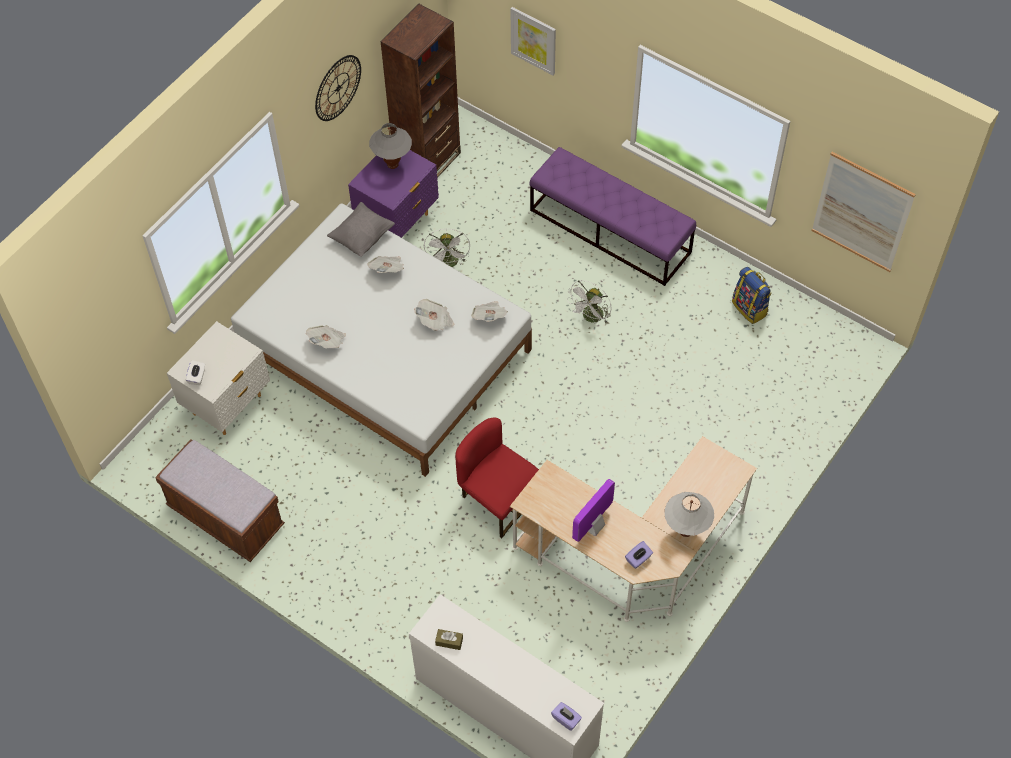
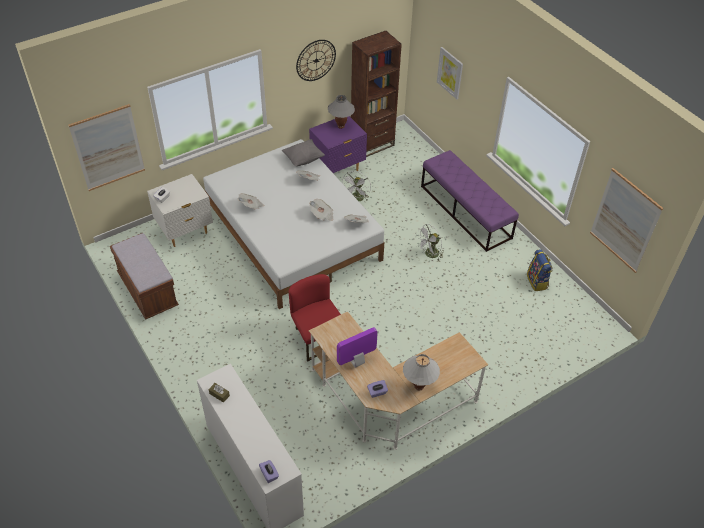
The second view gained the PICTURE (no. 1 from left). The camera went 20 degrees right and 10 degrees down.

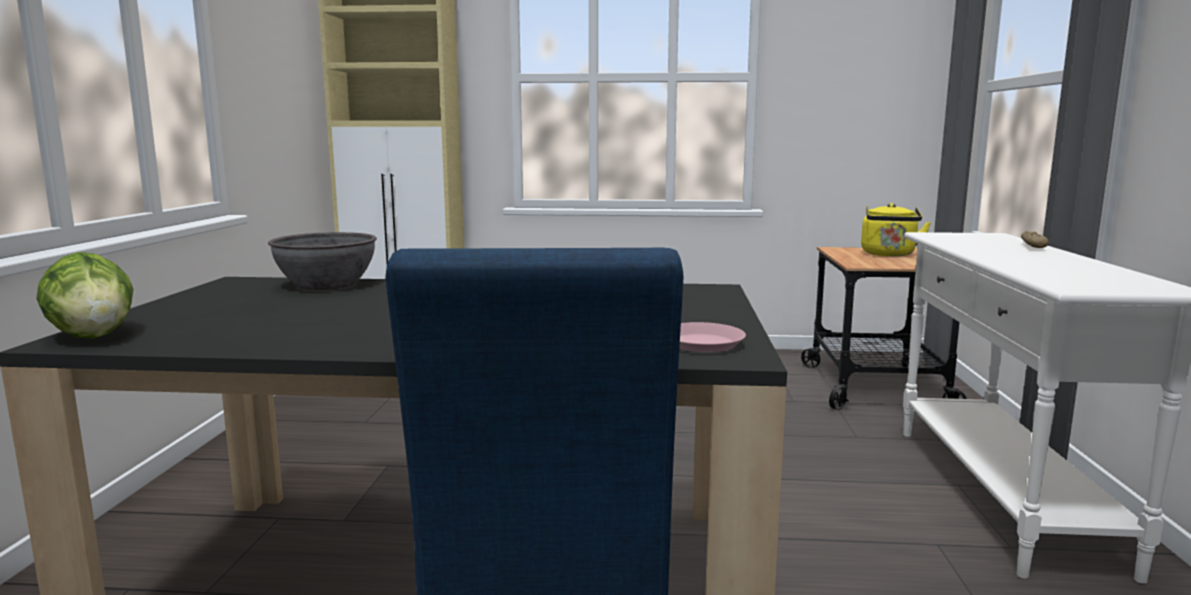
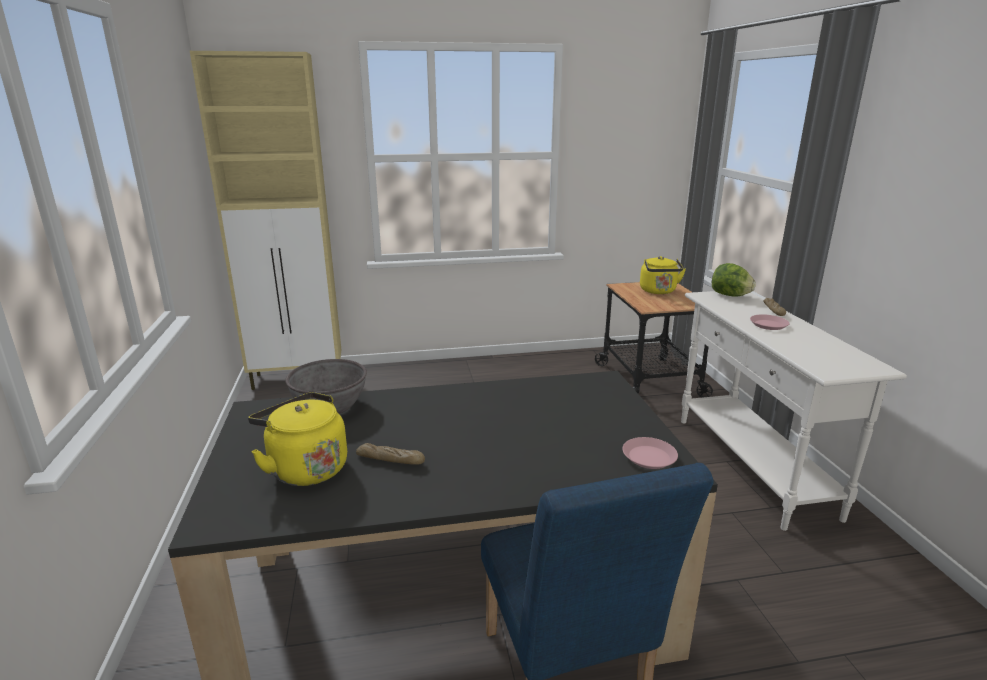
The second view gained the YELLOWISH TEA KETTLE (no. 1 from left). The second view gained the BAKERY BREAD (no. 1 from left). The HEAD OF LETTUCE ended up elsewhere. The second view gained the PINK PLATE (no. 2 from left). The camera went 15 degrees left and 10 degrees up.

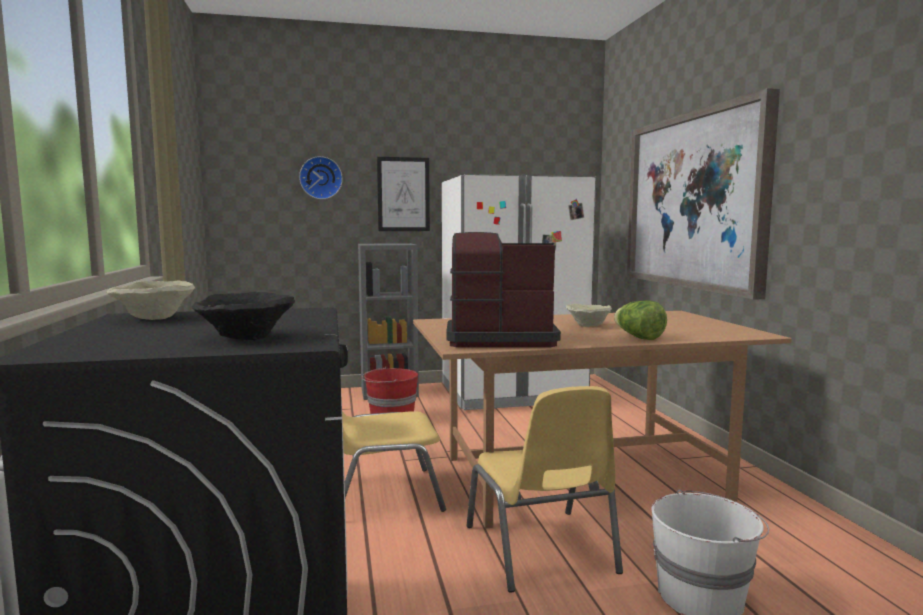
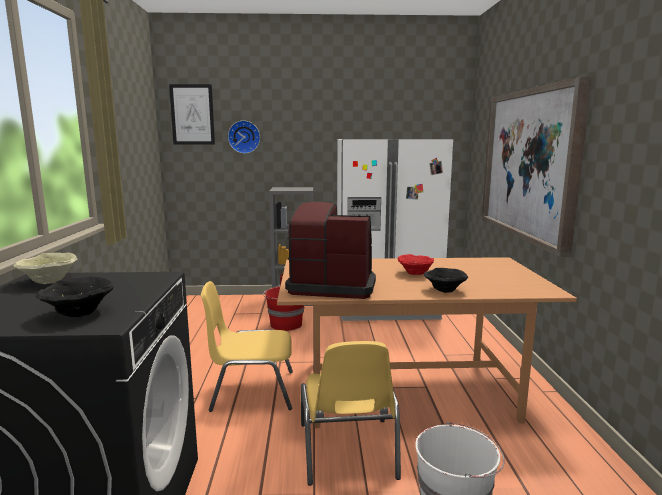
The PICTURE (no. 1 from left) ended up elsewhere. What was the BEIGE-COLOURED BOWL (no. 2 from left) turned into the RED-COLOURED BOWL. Where the HEAD OF LETTUCE stood, the BLACK BOWL (no. 2 from left) came to stand. The camera went 10 degrees right and 5 degrees up.

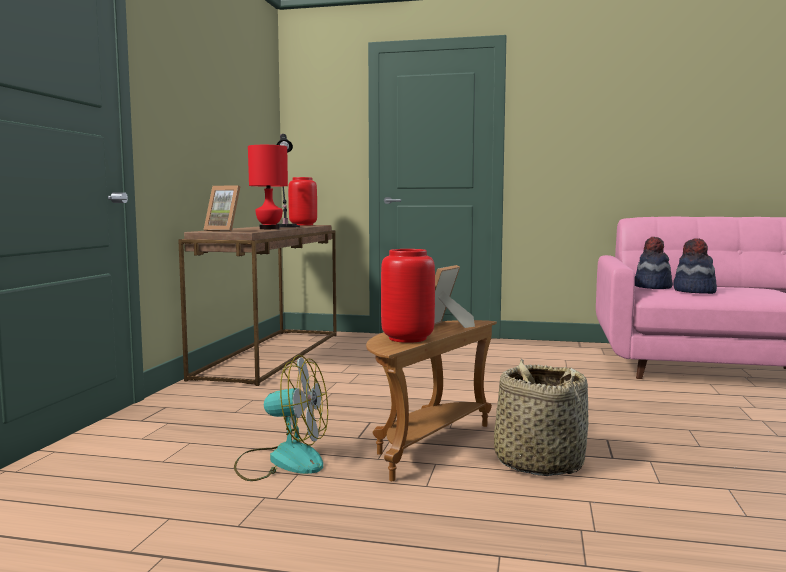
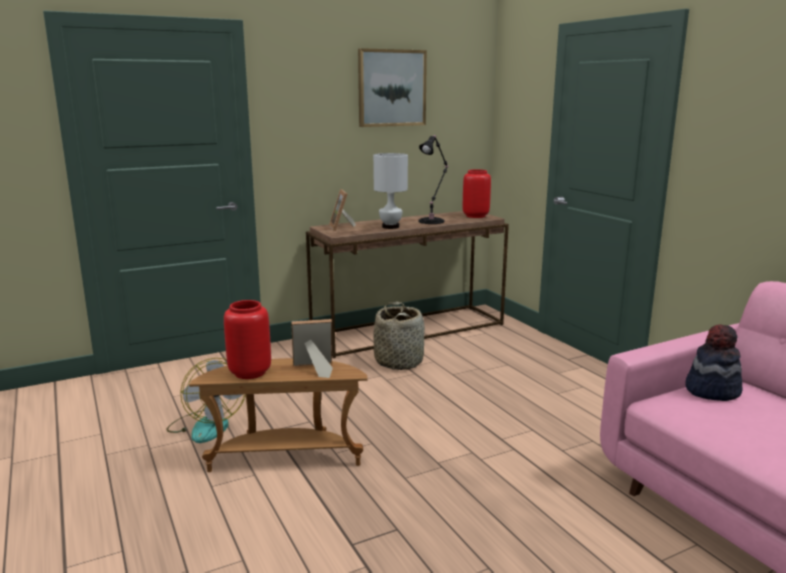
The second view gained the PICTURE. What was the RED-COLOURED TABLETOP LAMP turned into the WHITISH TABLETOP LAMP. The STORAGE BASKET ended up elsewhere. The second view lost the WEARABLE HAT (no. 2 from left). The camera went 50 degrees right and 10 degrees up.

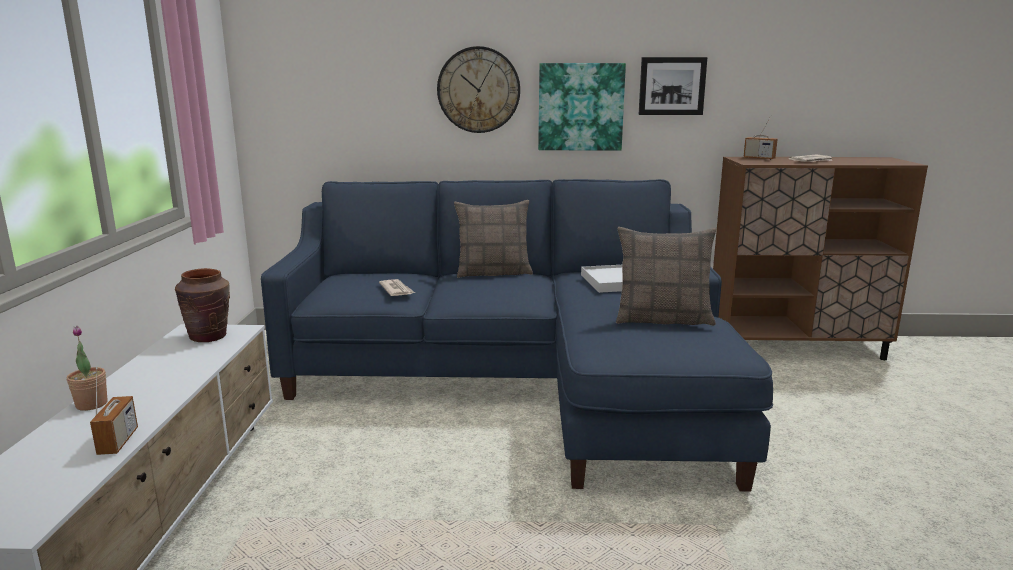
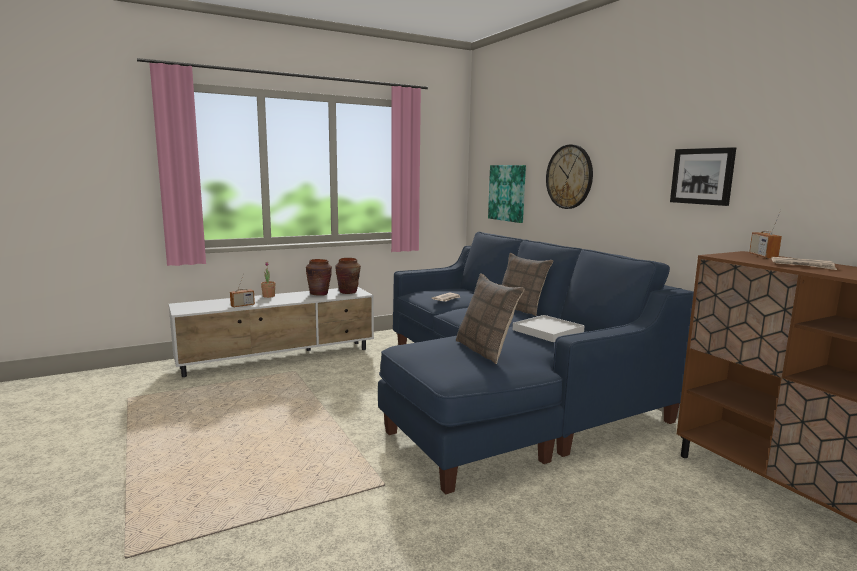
The second view gained the BROWNISH DECORATIVE VASE (no. 1 from left). The PICTURE (no. 1 from left) ended up elsewhere. The camera went 60 degrees right and 5 degrees down.

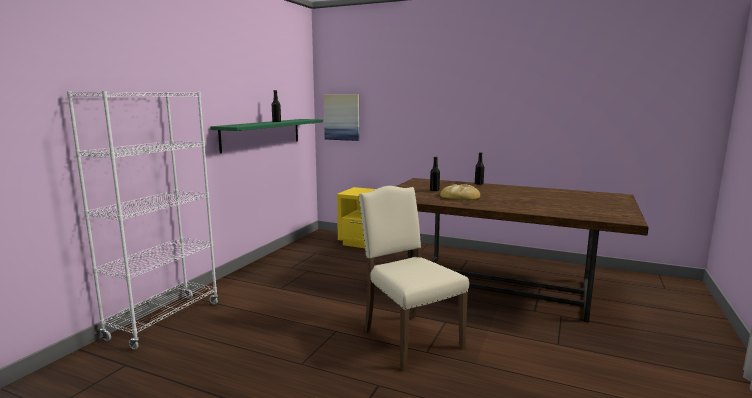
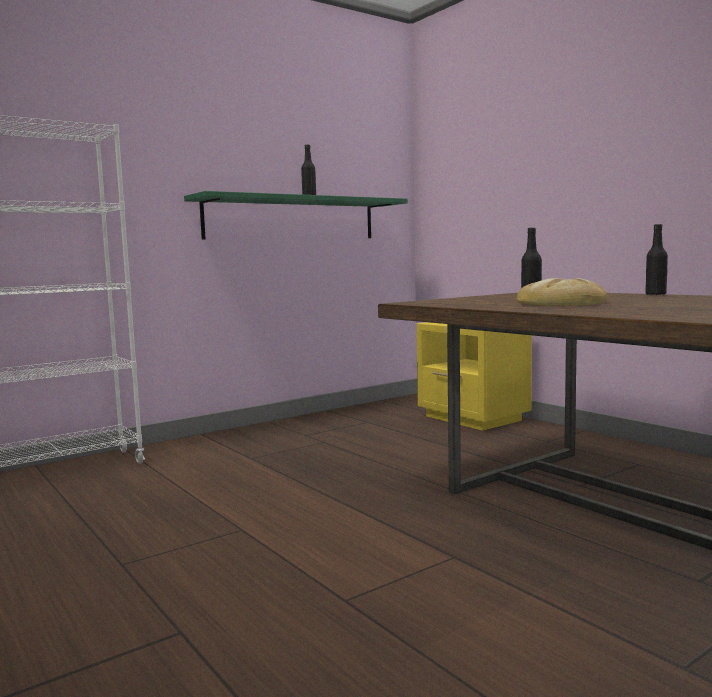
The second view lost the PICTURE. The second view lost the BEIGE-COLOURED PLAIN CHAIR. The camera went 30 degrees right and 5 degrees down.

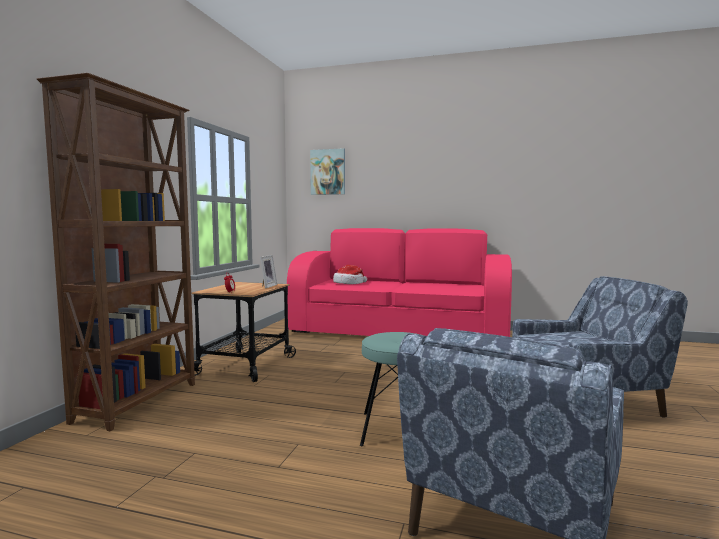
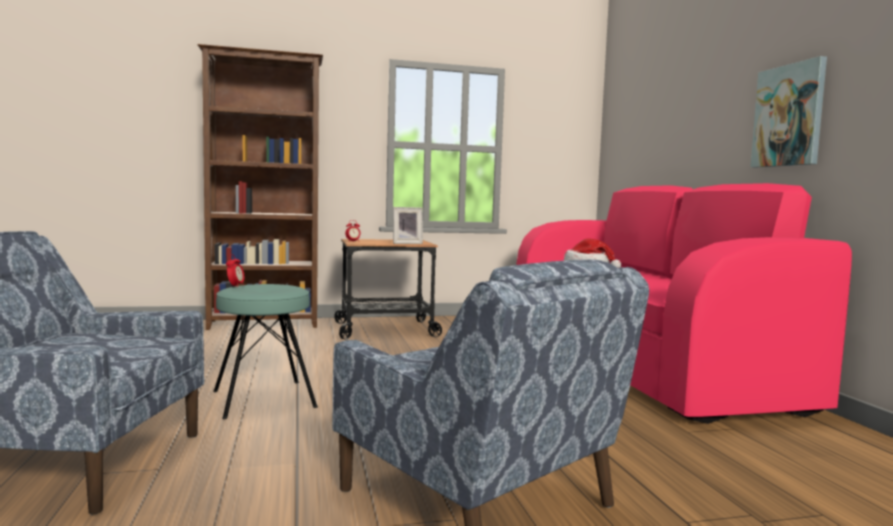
The second view gained the ALARM CLOCK (no. 1 from left). The PICTURE ended up elsewhere. The camera went 60 degrees right and 0 degrees up.

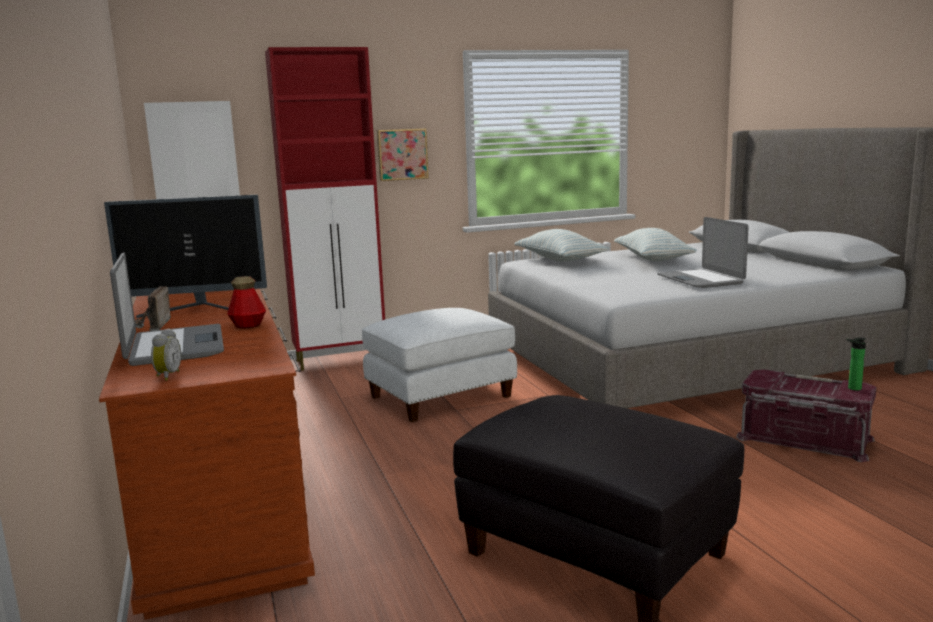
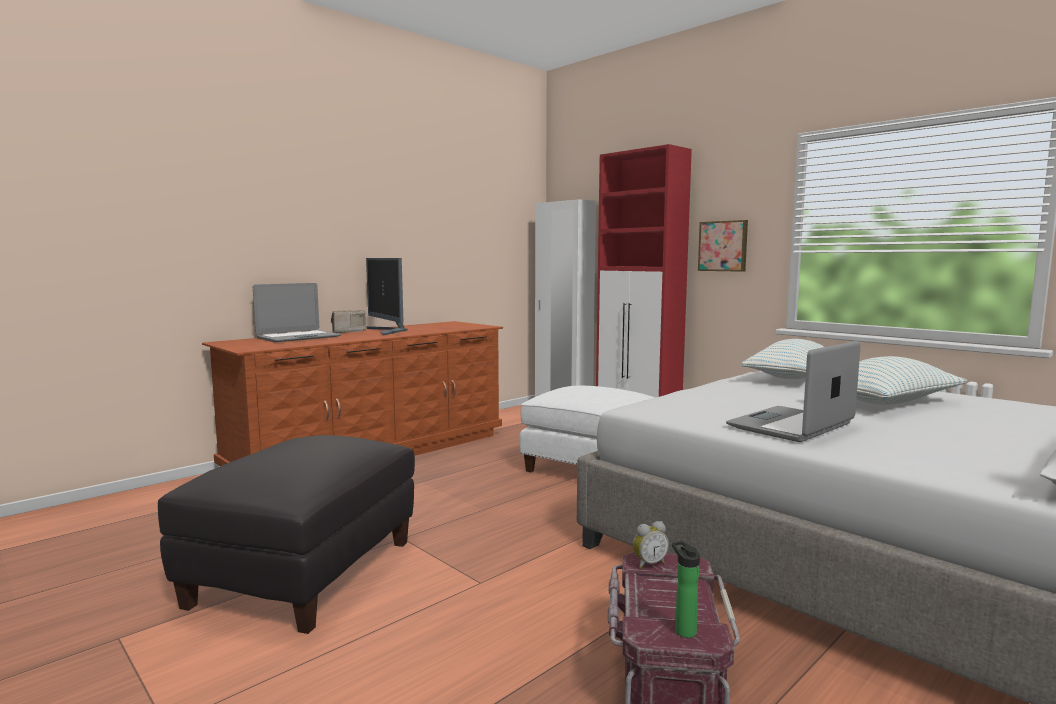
The ALARM CLOCK ended up elsewhere. The second view lost the DRINK BOTTLE (no. 1 from left). The camera went 65 degrees right and 5 degrees down.

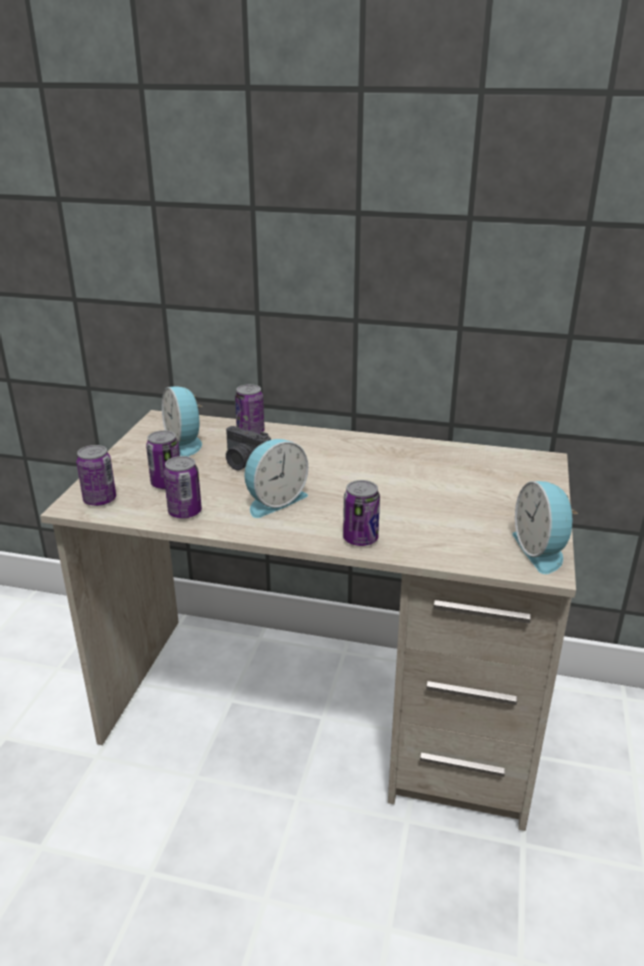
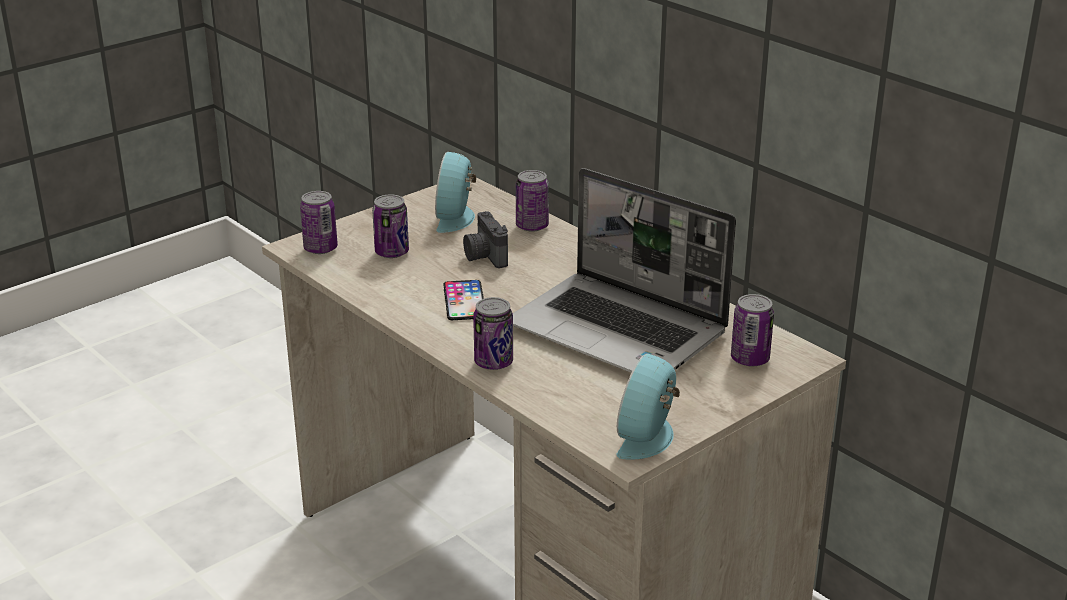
Where the ALARM CLOCK (no. 2 from left) stood, the TELEPHONE came to stand. The second view gained the LAPTOP. The METAL CAN (no. 3 from left in the first image) ended up elsewhere. The camera went 35 degrees right and 0 degrees up.

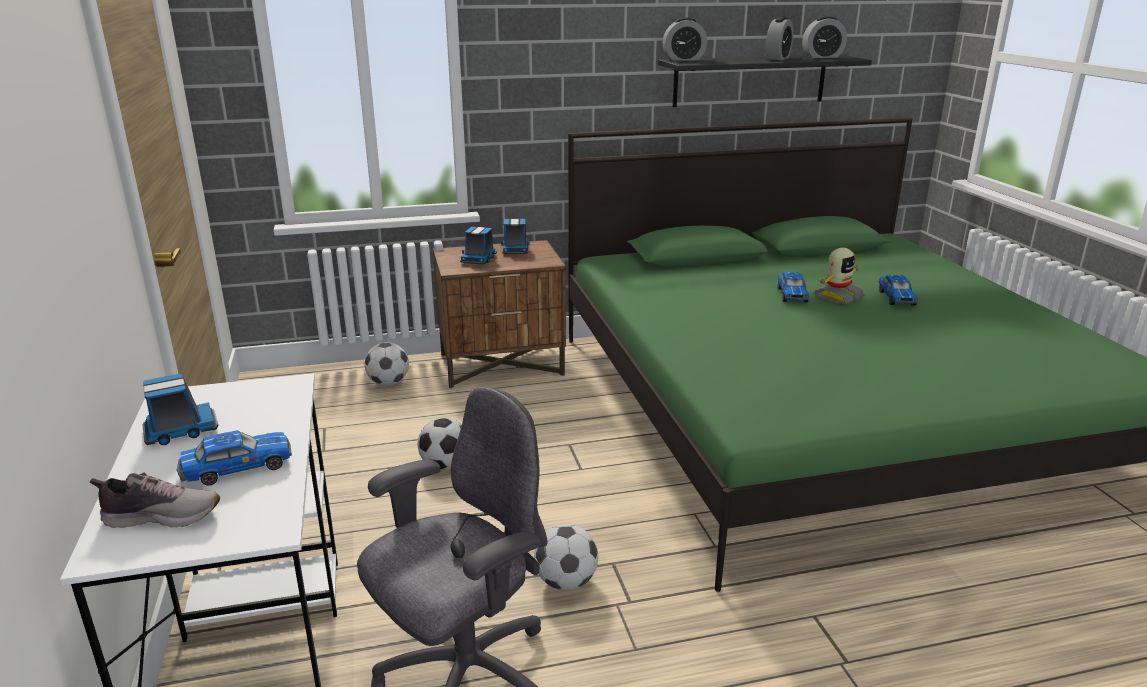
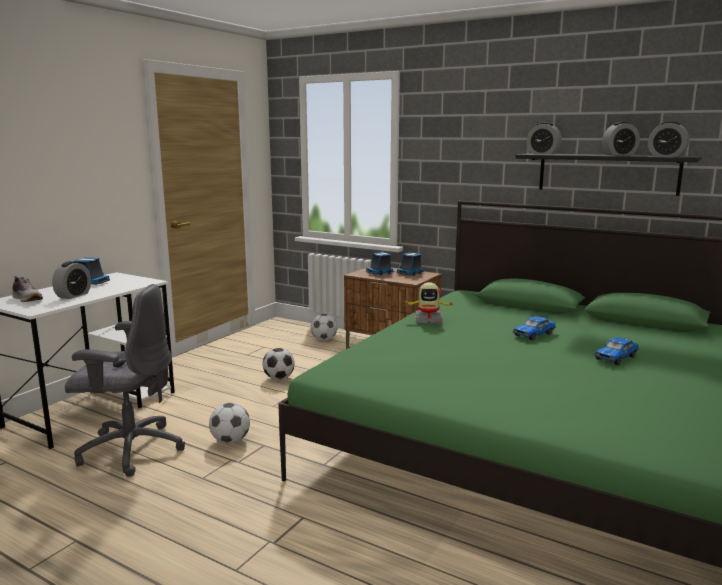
Where the TOY CAR (no. 1 from left) stood, the ALARM CLOCK (no. 1 from left) came to stand. The TOY ROBOT ended up elsewhere. The camera went 45 degrees right and 10 degrees down.

